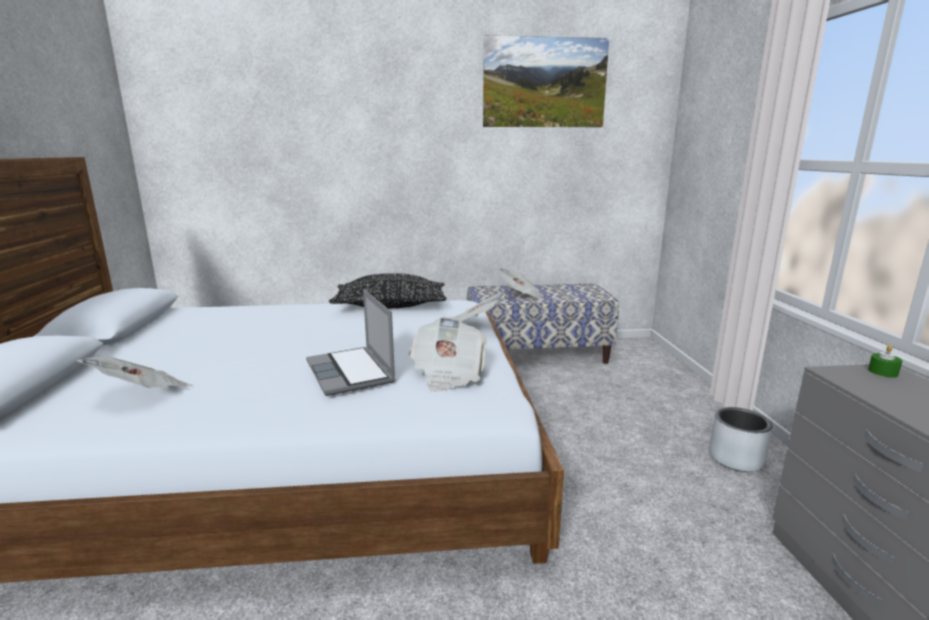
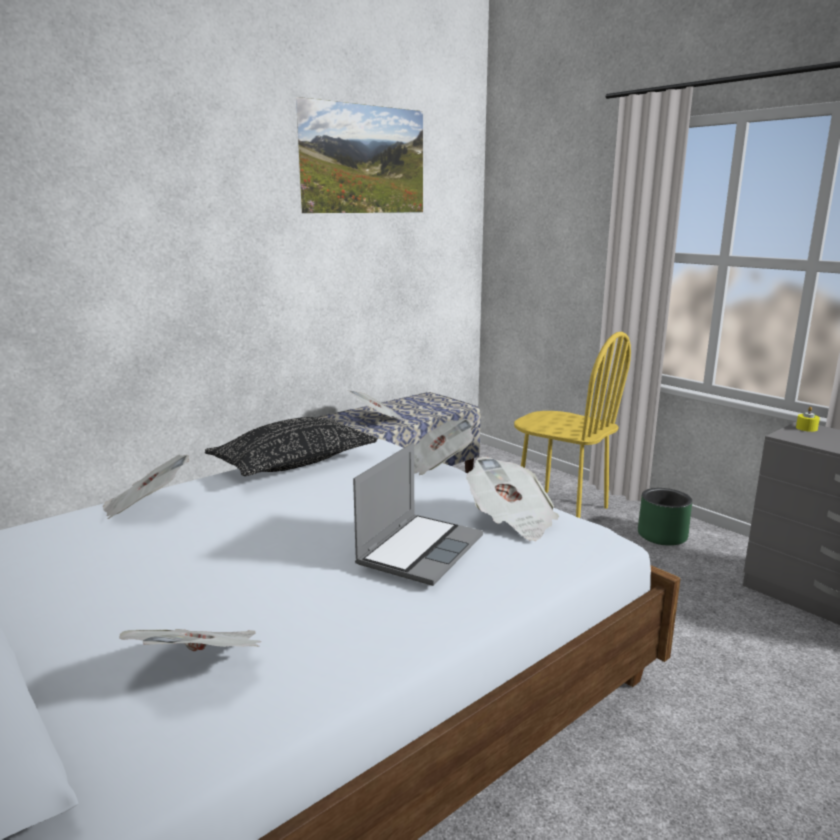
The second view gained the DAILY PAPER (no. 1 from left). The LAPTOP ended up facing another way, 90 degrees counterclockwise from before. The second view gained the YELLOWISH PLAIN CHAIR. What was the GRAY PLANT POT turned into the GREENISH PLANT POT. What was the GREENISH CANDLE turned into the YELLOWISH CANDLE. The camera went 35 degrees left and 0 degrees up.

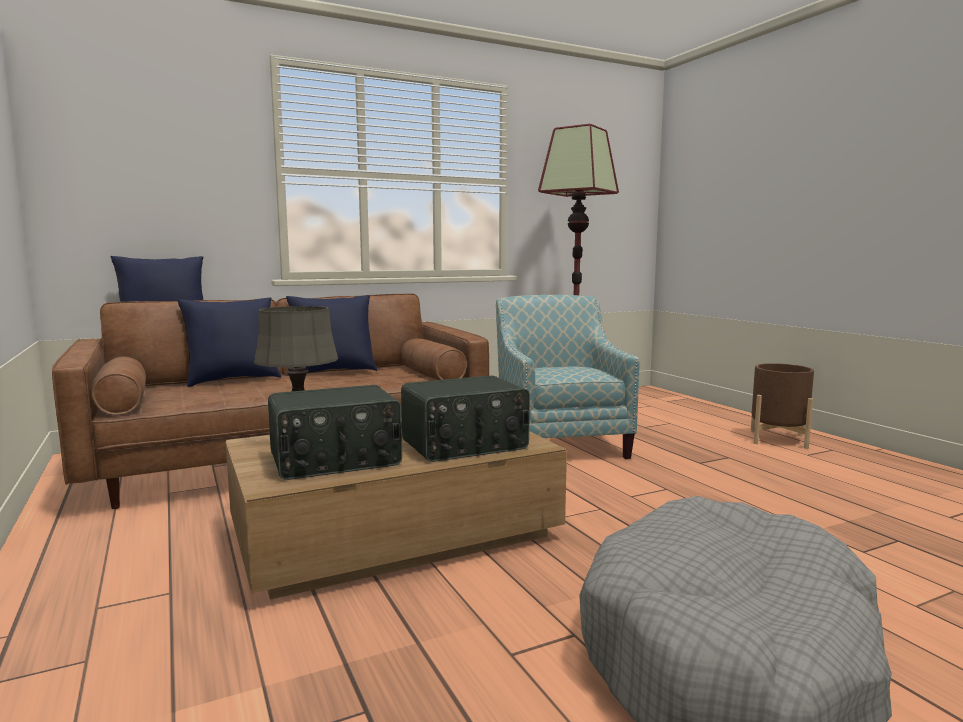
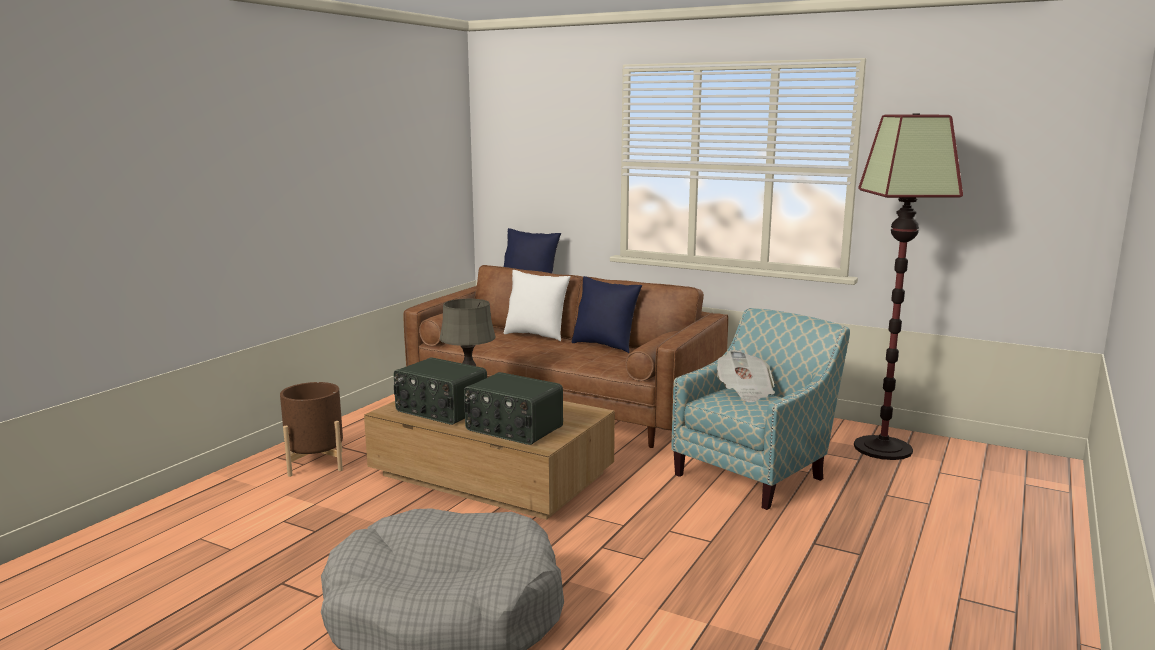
The BROWNISH PLANT POT ended up elsewhere. What was the BLUE-COLOURED CUSHION (no. 2 from left) turned into the WHITISH CUSHION. The second view gained the DAILY PAPER. The camera went 55 degrees right and 5 degrees up.

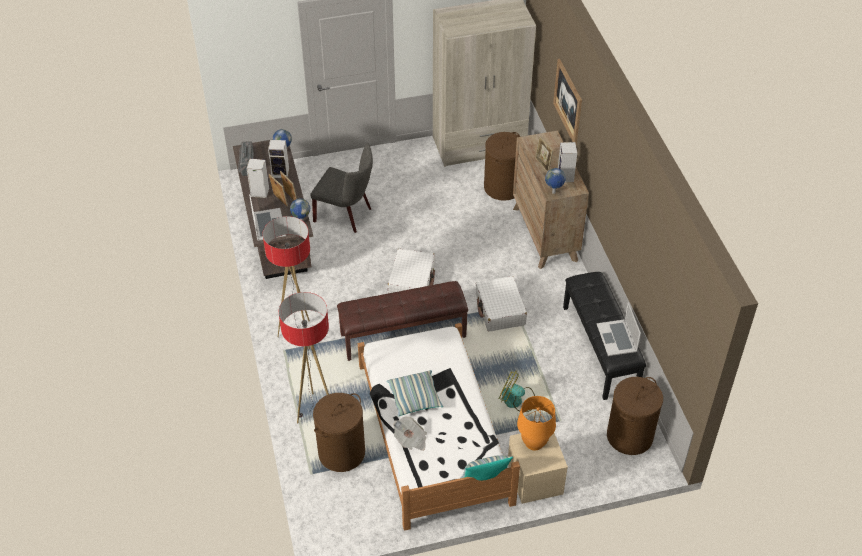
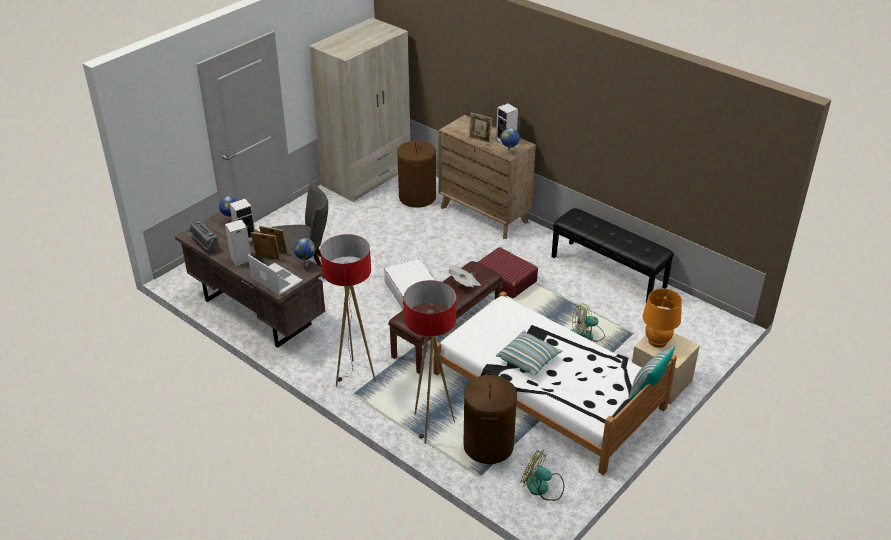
The DAILY PAPER ended up elsewhere. What was the WHITISH SUITCASE (no. 2 from left) turned into the RED-COLOURED SUITCASE. The second view gained the ELECTRIC FAN (no. 1 from left). The second view lost the PICTURE. The second view lost the LAPTOP (no. 2 from left). The second view lost the BROWNISH WASHING BASKET (no. 3 from left). The camera went 35 degrees left and 10 degrees down.

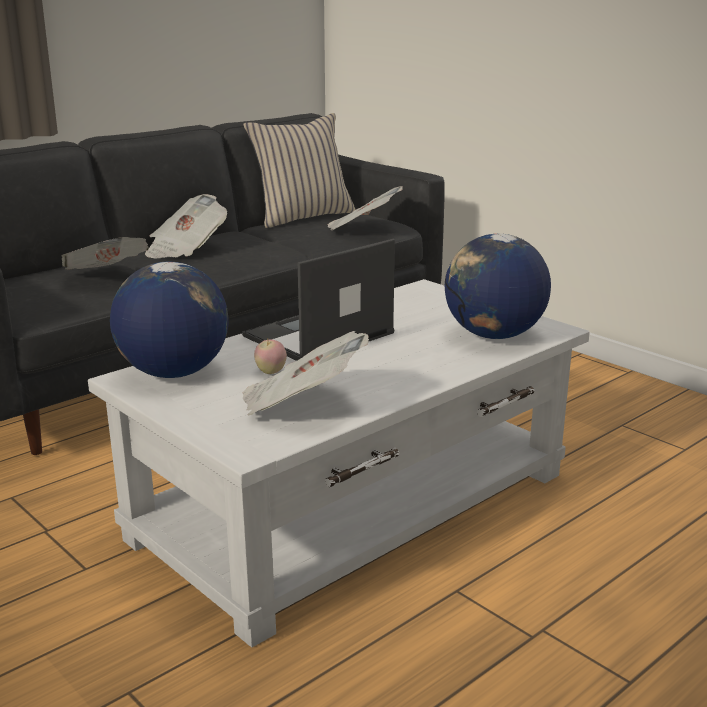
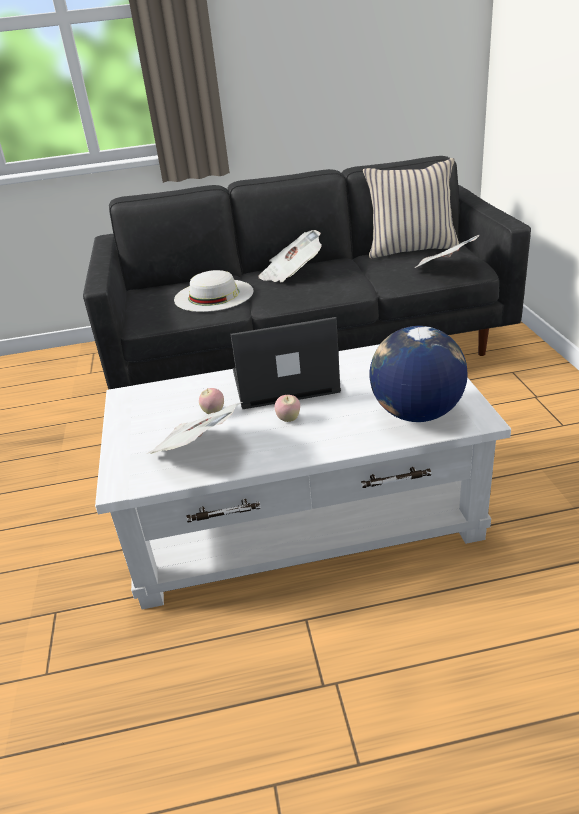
Where the DAILY PAPER (no. 1 from left) stood, the WHITISH WEARABLE HAT came to stand. The second view gained the APPLE (no. 2 from left). The second view lost the WORLD GLOBE (no. 1 from left). The camera went 35 degrees right and 10 degrees up.

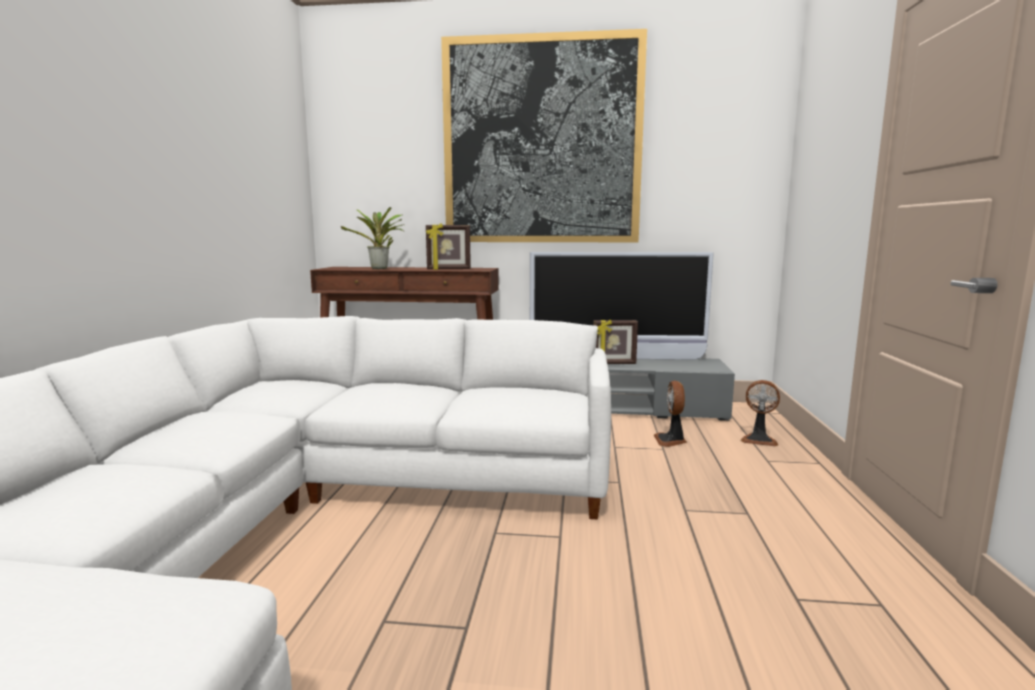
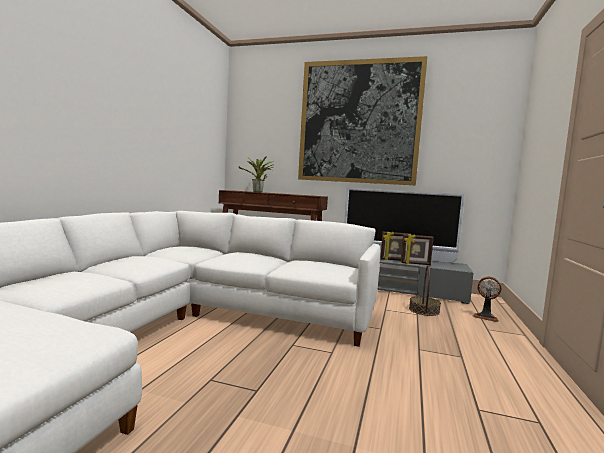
The PHOTO FRAME (no. 1 from left in the first image) ended up elsewhere. Where the ELECTRIC FAN (no. 1 from left) stood, the STORAGE BASKET came to stand. The camera went 10 degrees right and 5 degrees down.

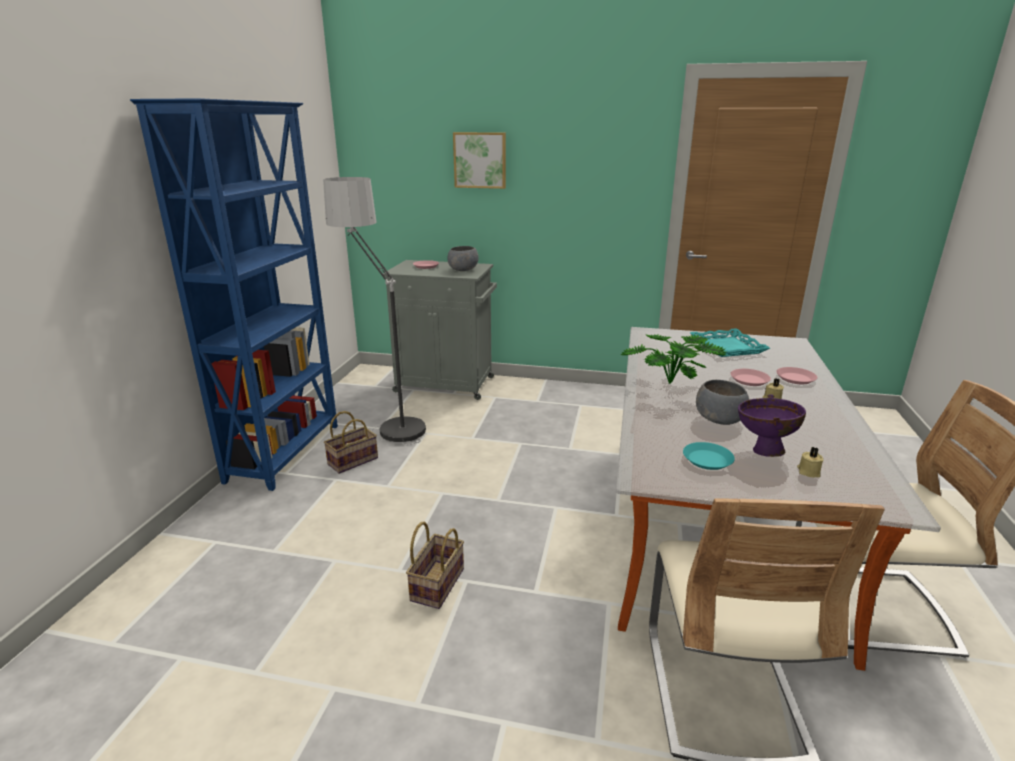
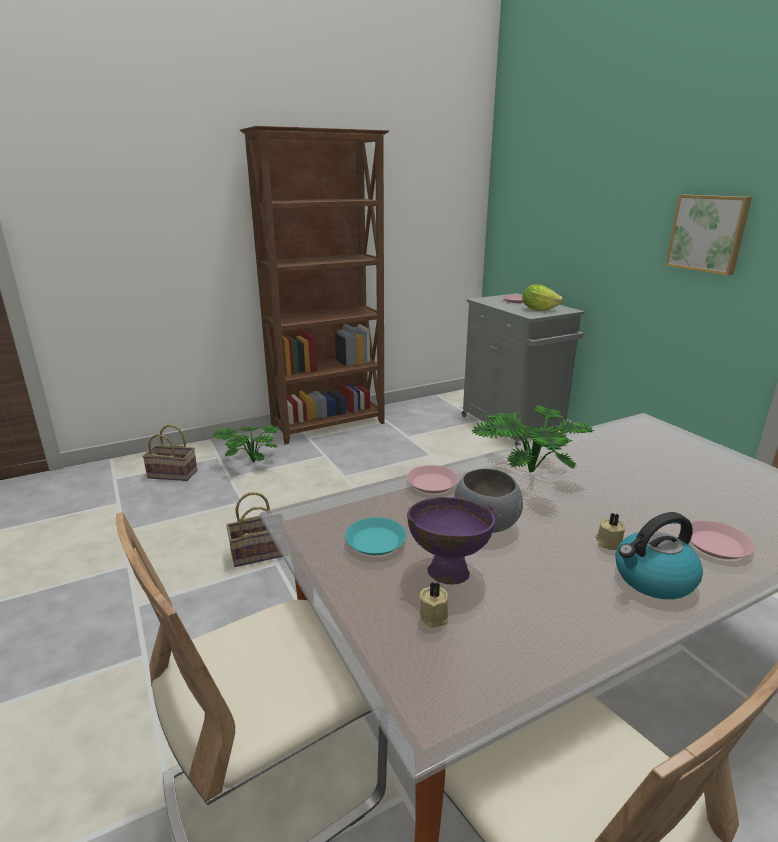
The STORAGE BASKET (no. 1 from left) ended up elsewhere. The second view gained the POTTED PLANT (no. 1 from left). What was the BLUE-COLOURED SHELVING UNIT turned into the BROWNISH SHELVING UNIT. The PINK PLATE (no. 2 from left in the first image) ended up elsewhere. Where the GRAY BOWL (no. 1 from left) stood, the HEAD OF LETTUCE came to stand. The second view gained the TEA KETTLE. The PICTURE ended up elsewhere. The second view lost the STANDARD LAMP. The second view lost the TURQUOISE-COLOURED SERVING TRAY. The camera went 50 degrees right and 0 degrees up.

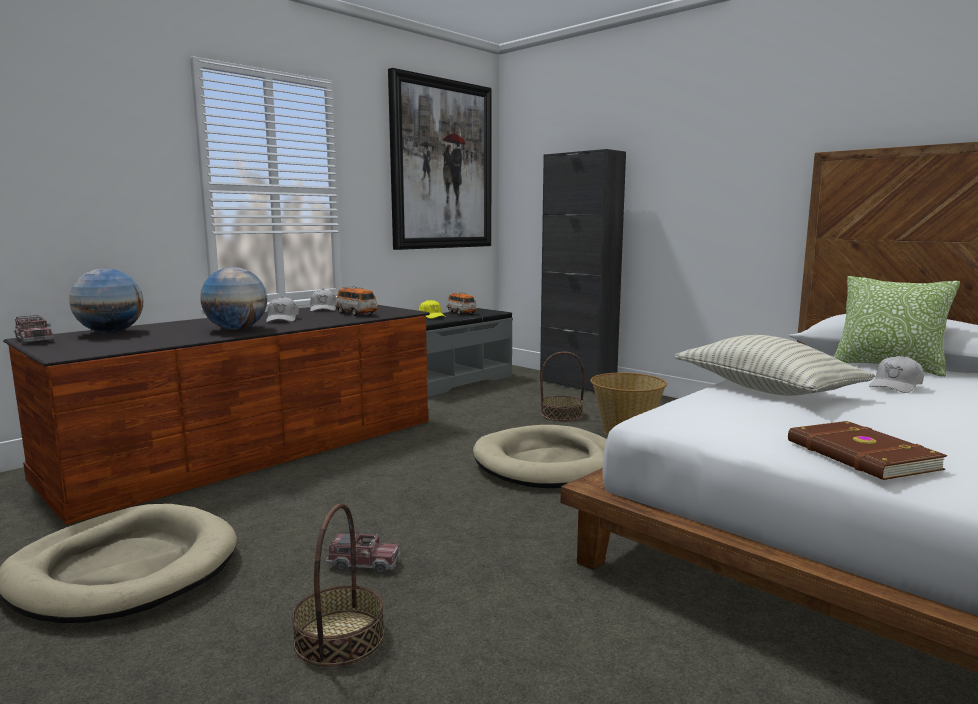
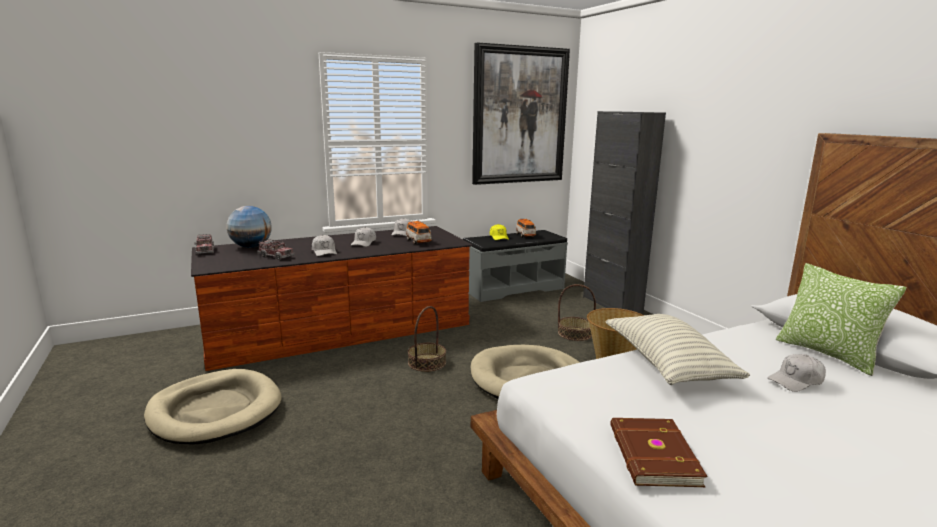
The MODEL TRUCK (no. 2 from left) ended up elsewhere. Where the WORLD GLOBE (no. 2 from left) stood, the WHITISH CAP (no. 1 from left) came to stand. The STORAGE BASKET (no. 1 from left) ended up elsewhere. The camera went 20 degrees right and 5 degrees up.

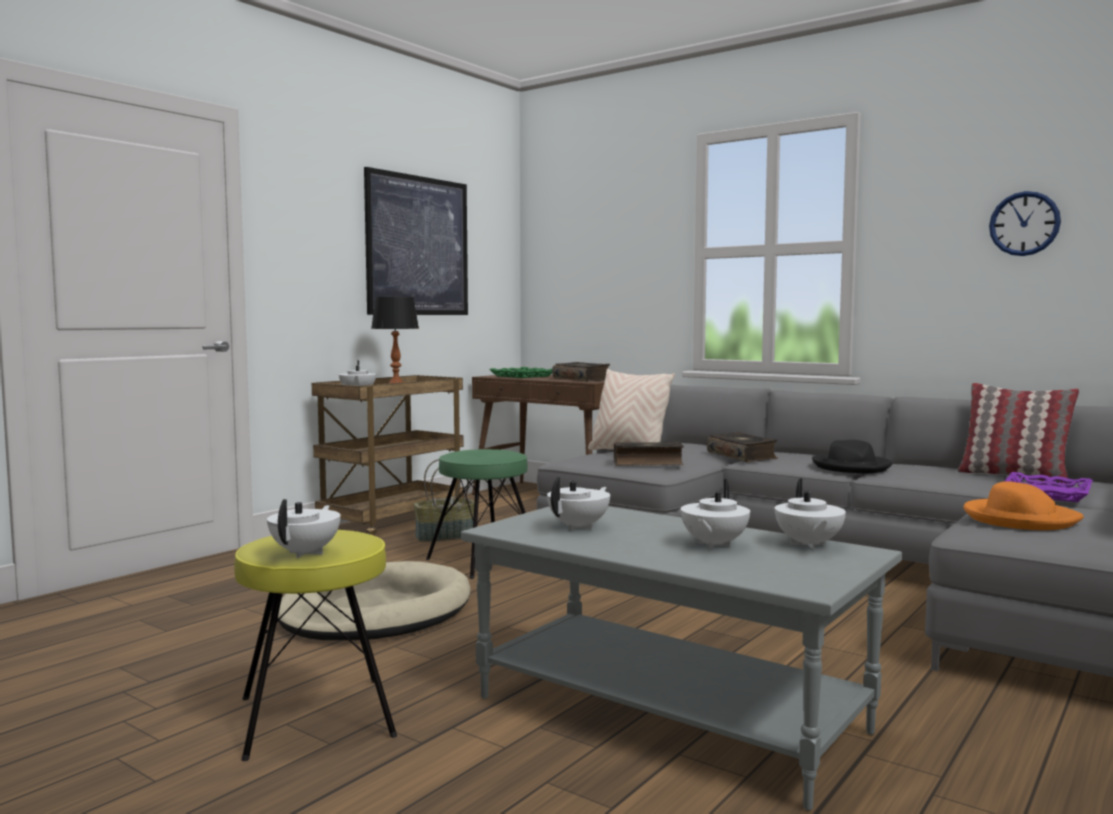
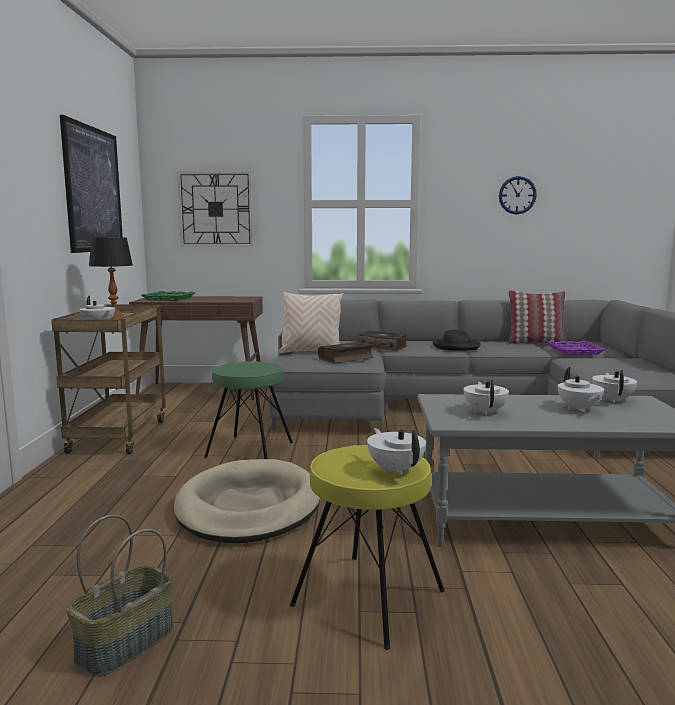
The STORAGE BASKET ended up elsewhere. The second view gained the HANGING CLOCK (no. 1 from left). The WHITISH POT FOR TEA (no. 5 from left) ended up facing another way, 135 degrees counterclockwise from before. The second view lost the VOLUME (no. 1 from left). The second view lost the ORANGEY WEARABLE HAT. The camera went 35 degrees left and 5 degrees up.

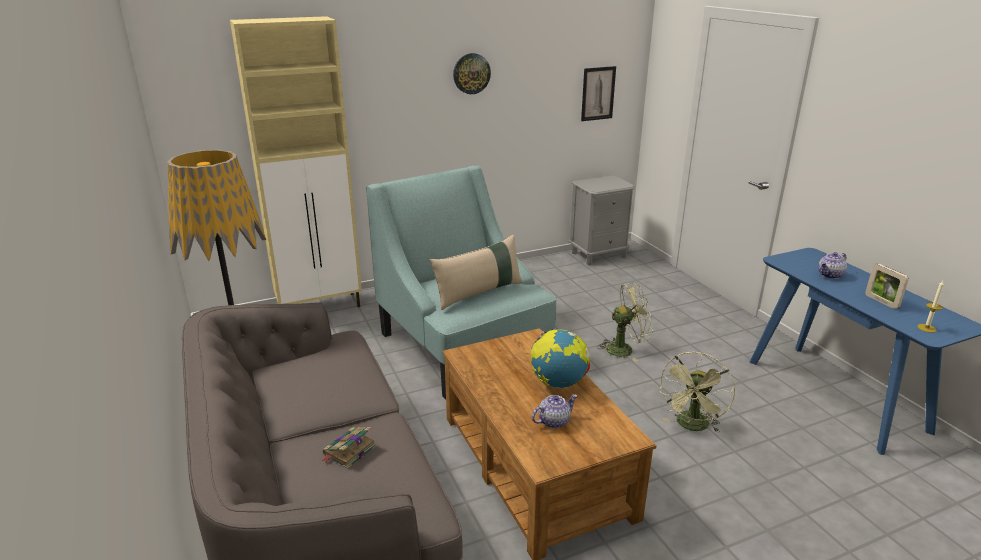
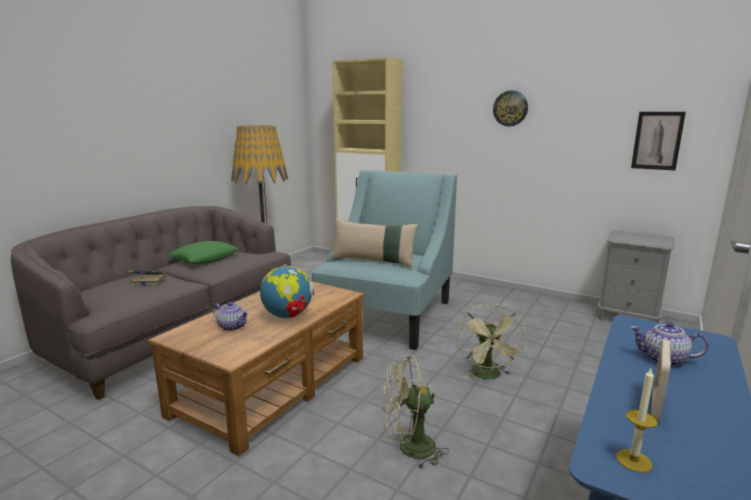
The second view gained the GREENISH CUSHION. The GREENISH ELECTRIC FAN (no. 1 from left in the first image) ended up facing another way, 45 degrees clockwise from before. The camera went 55 degrees right and 10 degrees down.

